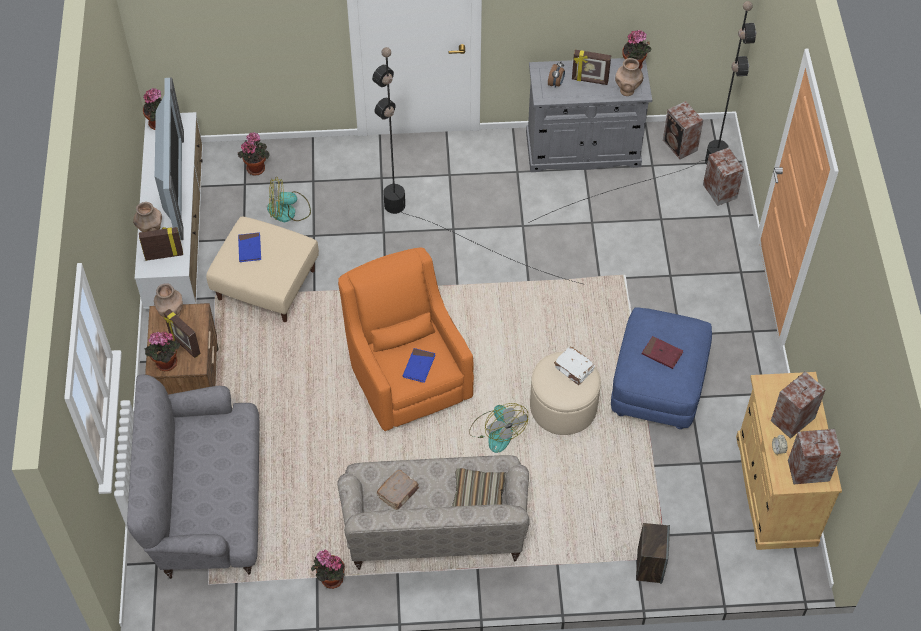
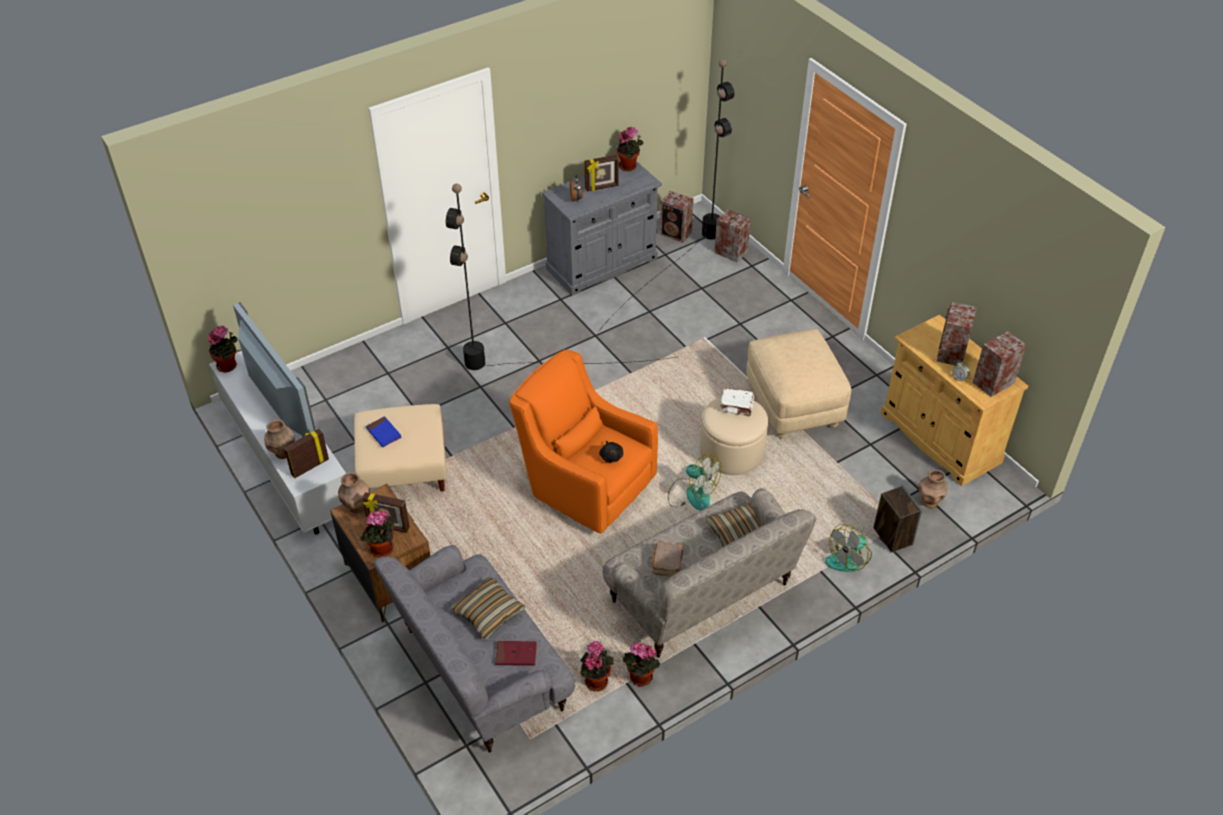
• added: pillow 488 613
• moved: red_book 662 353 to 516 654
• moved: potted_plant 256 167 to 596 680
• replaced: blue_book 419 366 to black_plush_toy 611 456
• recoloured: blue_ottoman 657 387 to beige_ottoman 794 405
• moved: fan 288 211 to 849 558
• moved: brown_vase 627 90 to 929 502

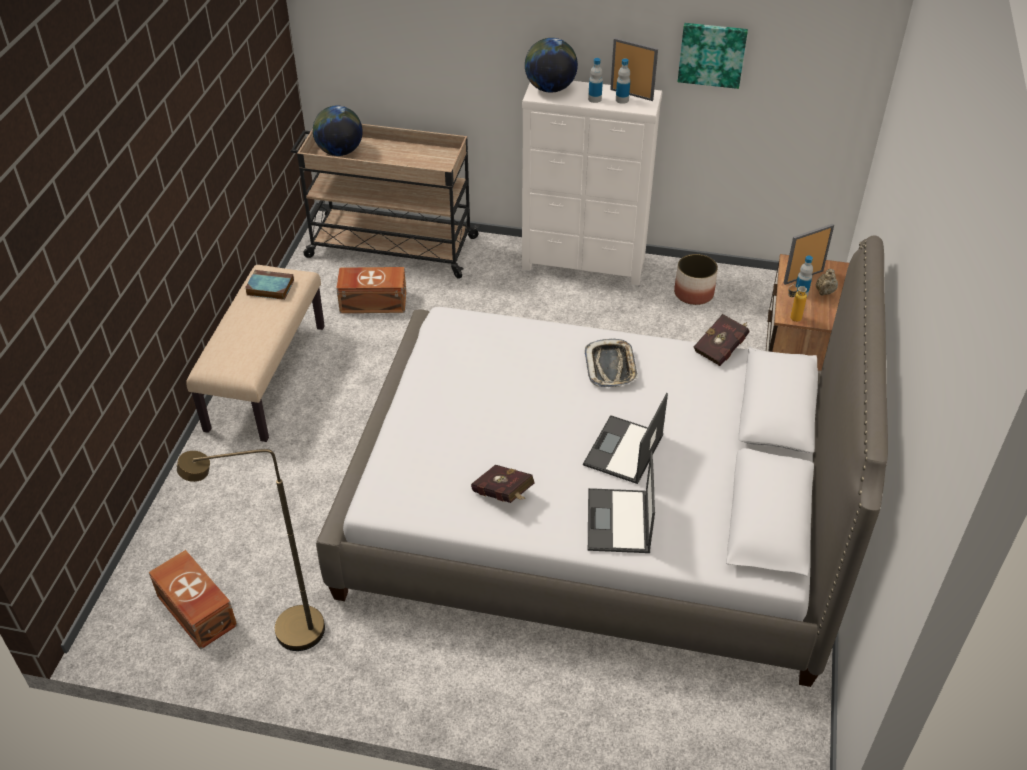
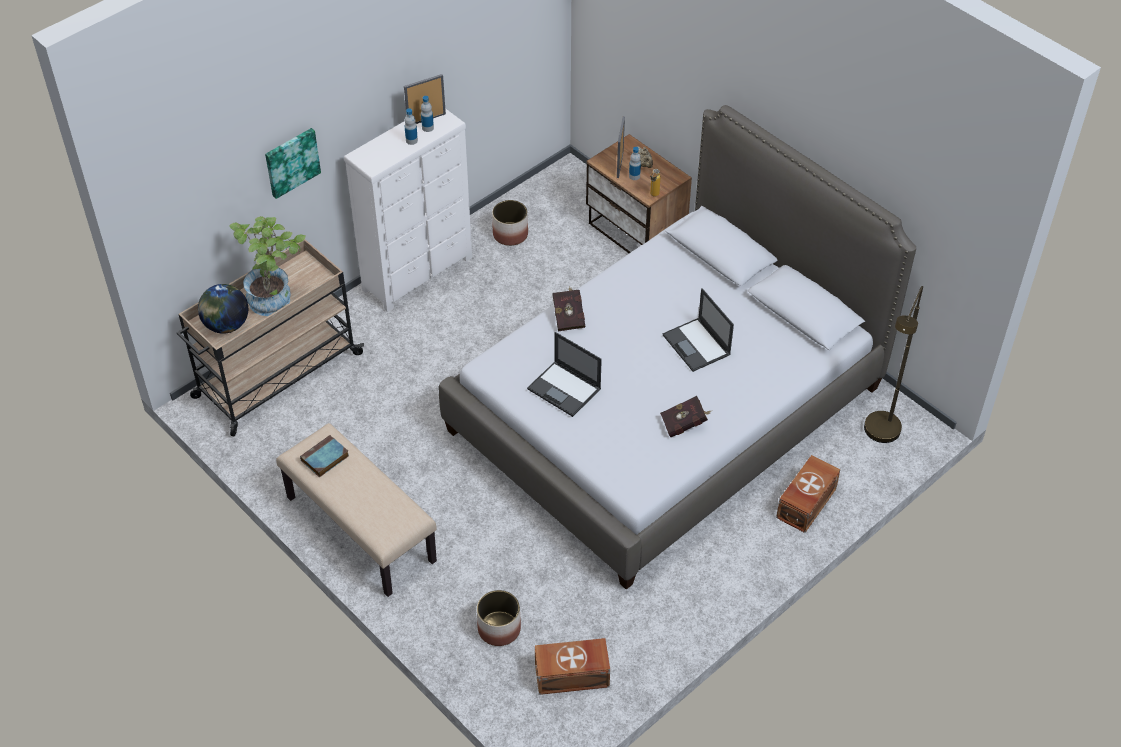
• added: potted_plant 275 298
• moved: picture 712 54 to 291 162
• added: planter 499 629
• moved: laptop 619 522 to 565 389
• moved: red_book 721 349 to 568 316
• moved: brown_storage_box 372 301 to 805 503
• moved: brown_floor_lamp 286 634 to 880 436
• removed: globe 550 88
• removed: tray 611 367

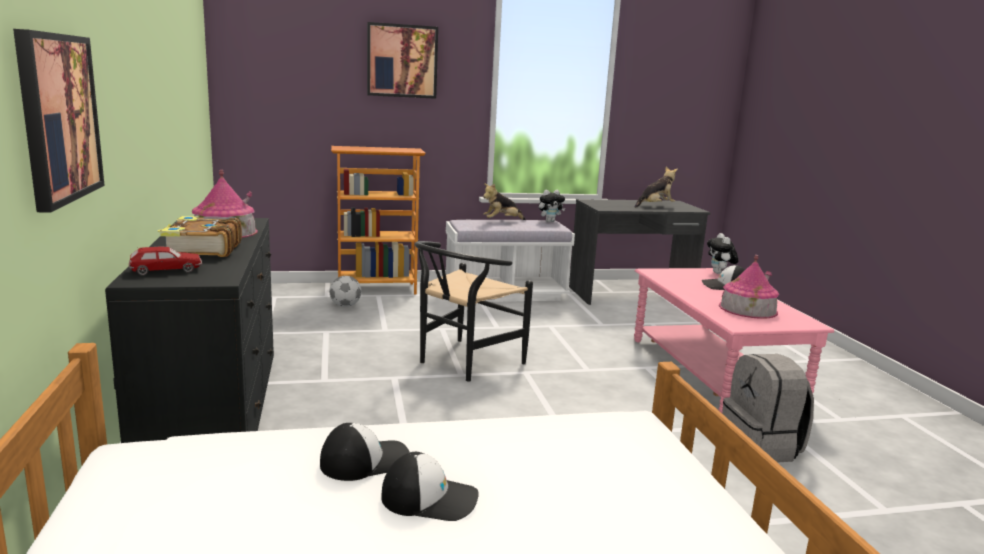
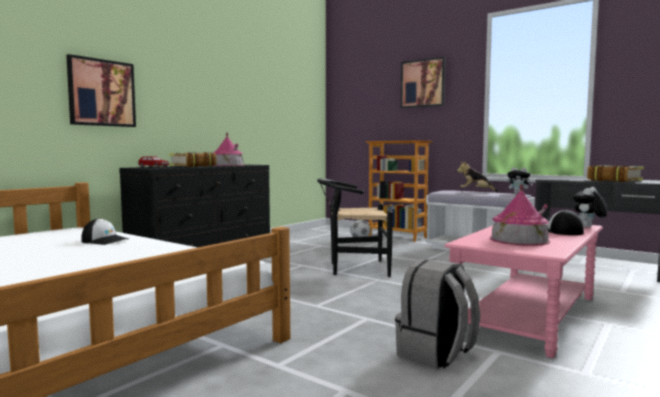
• replaced: plush_toy 655 206 to book 613 180
• removed: cap 430 498

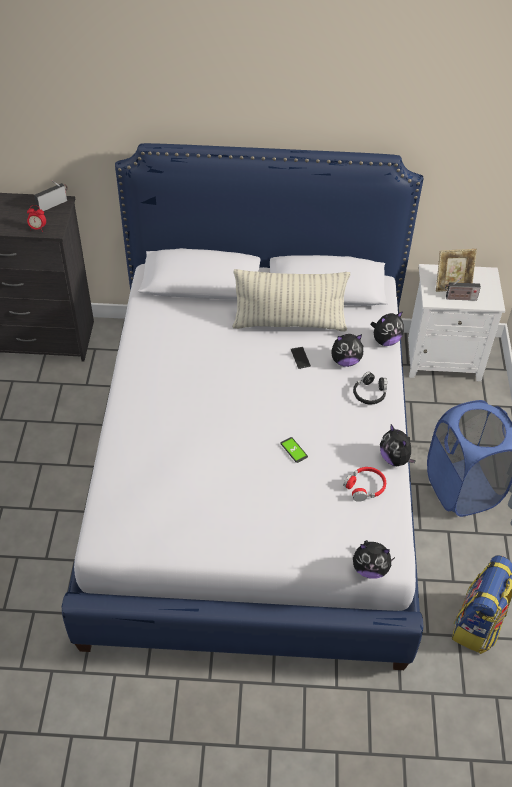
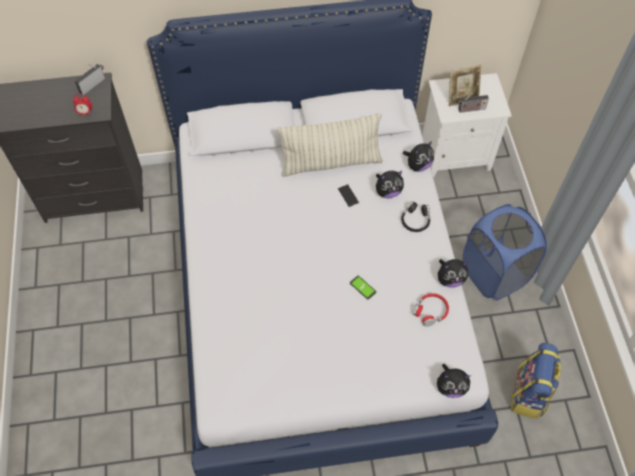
• turned: plush_toy 395 458 = 450 279 60 degrees counterclockwise

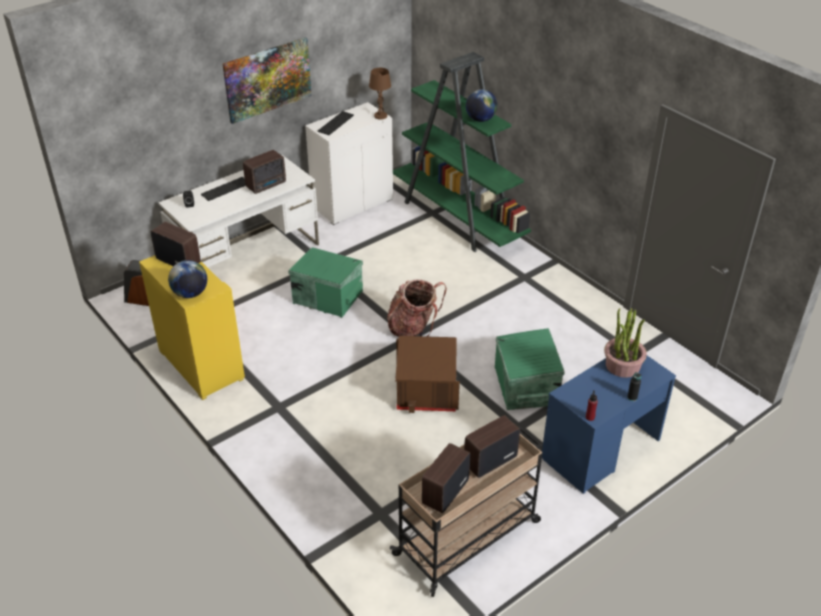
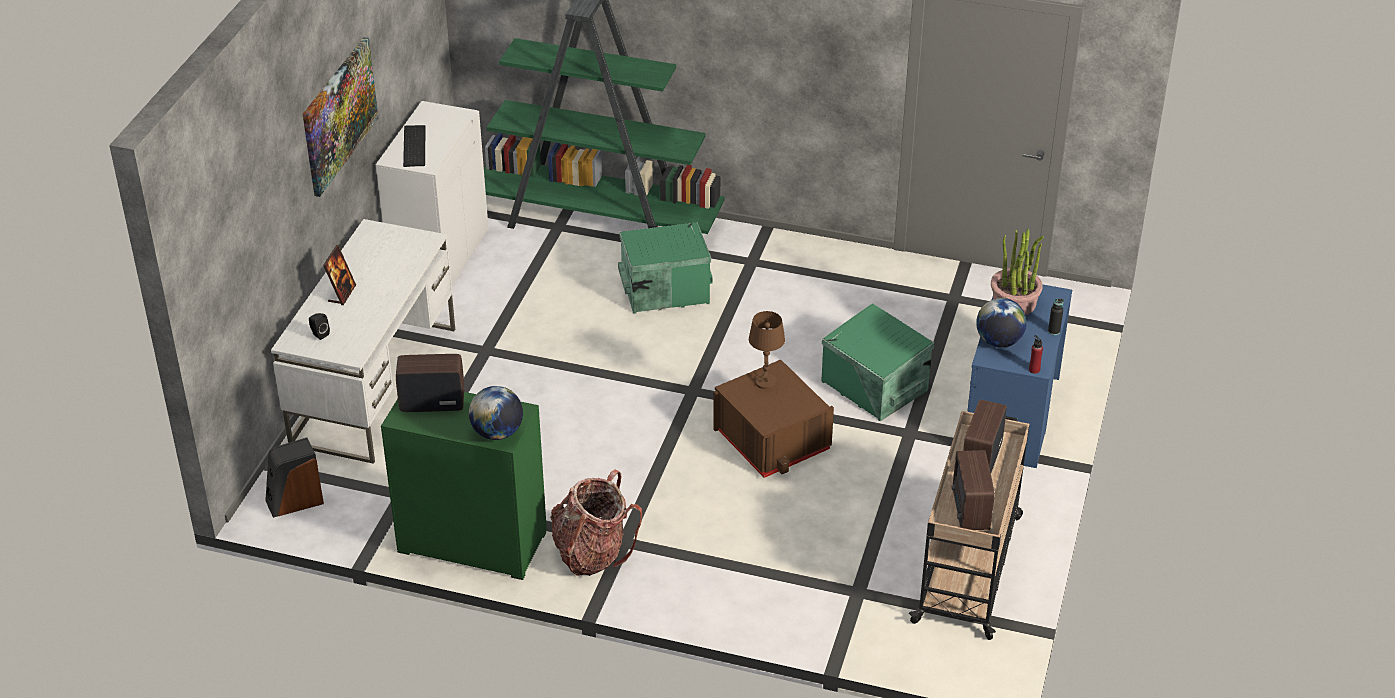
• replaced: keyboard 225 188 to picture_frame 342 294
• recoloured: yellow_cabinet 200 365 to green_cabinet 471 542
• moved: backpack 413 328 to 592 553
• moved: green_storage_box 327 296 to 664 288
• moved: brown_table_lamp 380 116 to 765 382
• moved: globe 480 119 to 999 341
• removed: radio 267 185

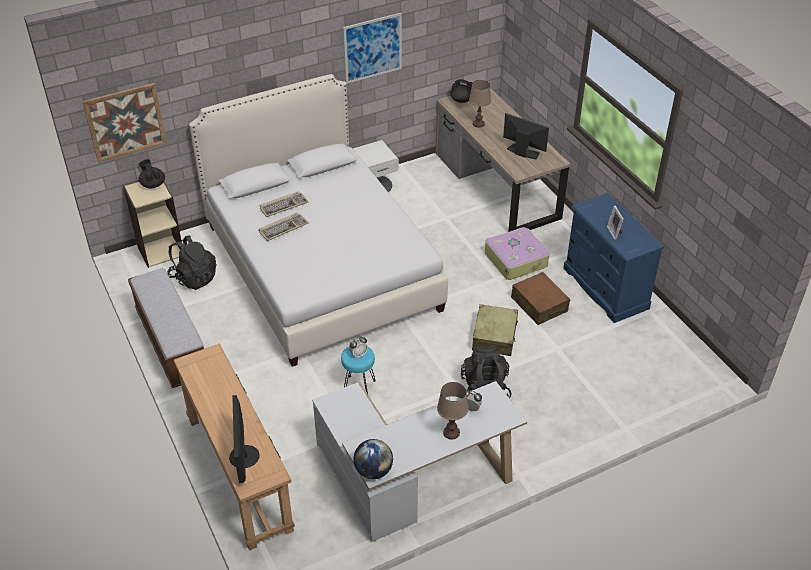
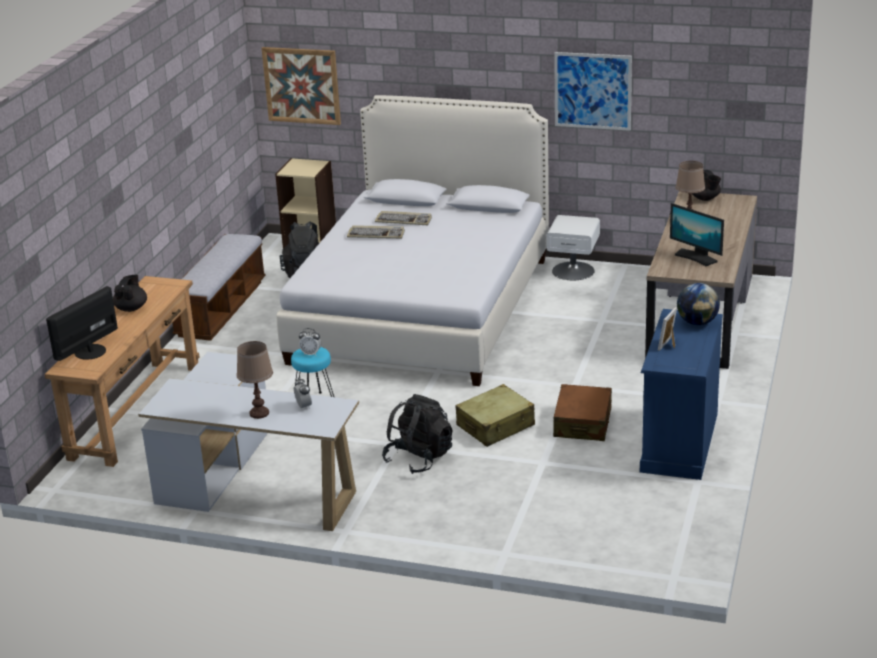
• moved: black_teapot 153 184 to 131 308
• turned: monitor 523 152 = 696 257 150 degrees clockwise
• moved: globe 373 470 to 697 322
• removed: suitcase 516 259

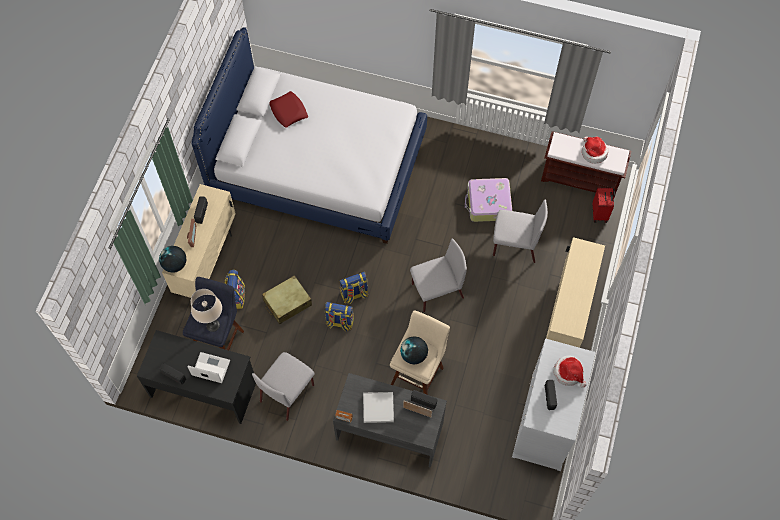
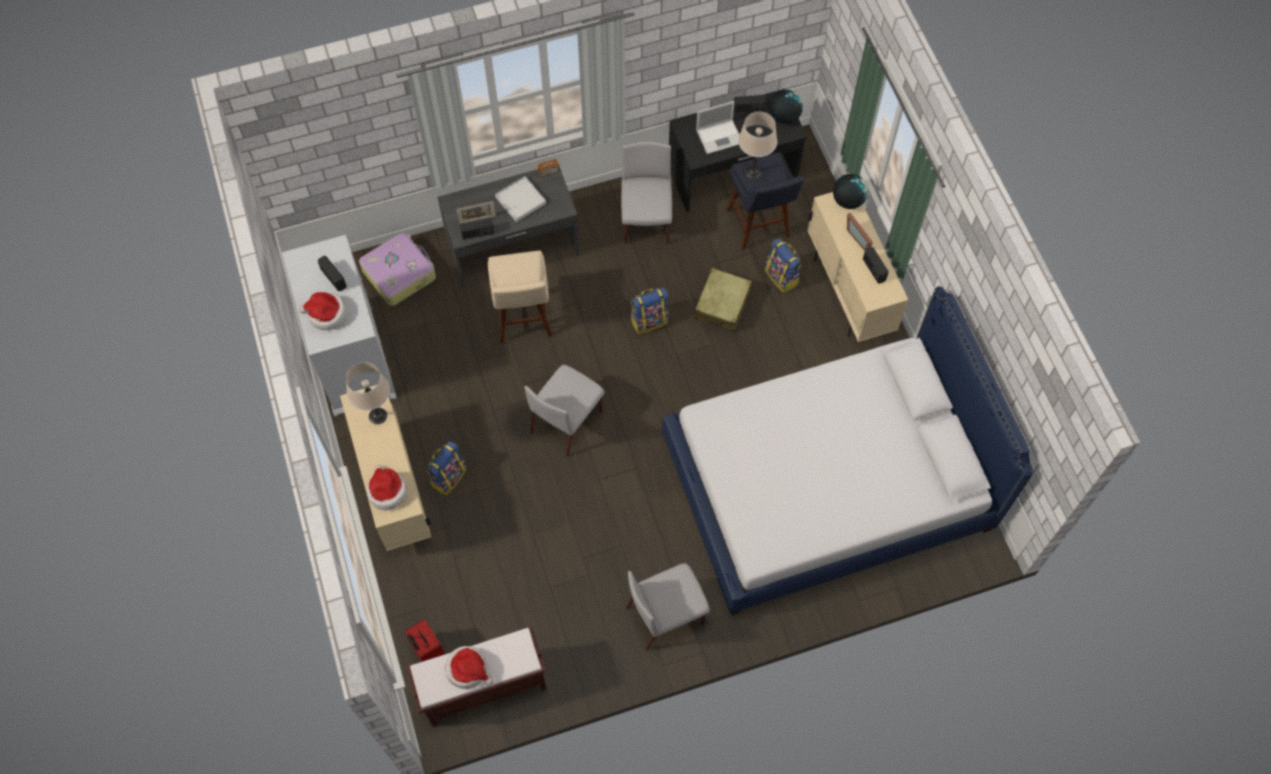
• added: beige_table_lamp 377 416
• moved: suitcase 488 204 to 399 273
• added: hat 387 491
• moved: backpack 354 294 to 448 476
• moved: grey_chair 514 245 to 666 615
• moved: globe 414 355 to 784 117
• removed: red_pillow 288 111

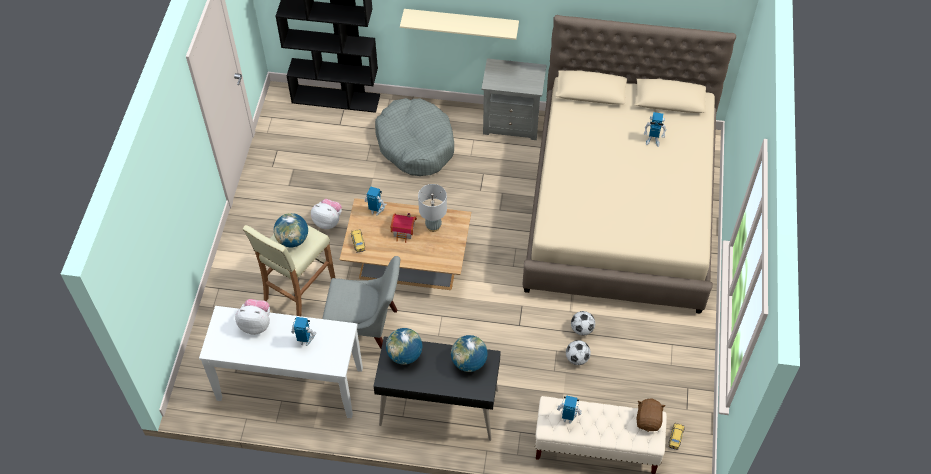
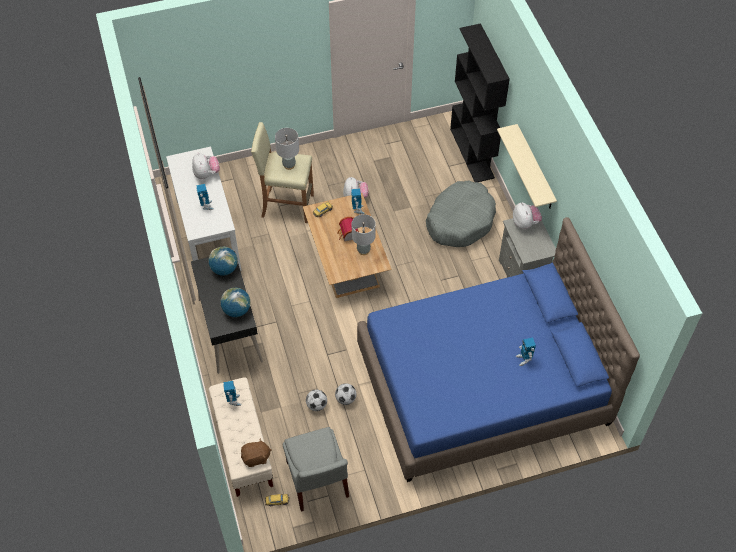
• replaced: globe 293 240 to grey_table_lamp 289 165
• moved: grey_chair 366 330 to 317 482
• recoloured: beige_bed 620 208 to blue_bed 482 385
• added: plush_toy 525 223

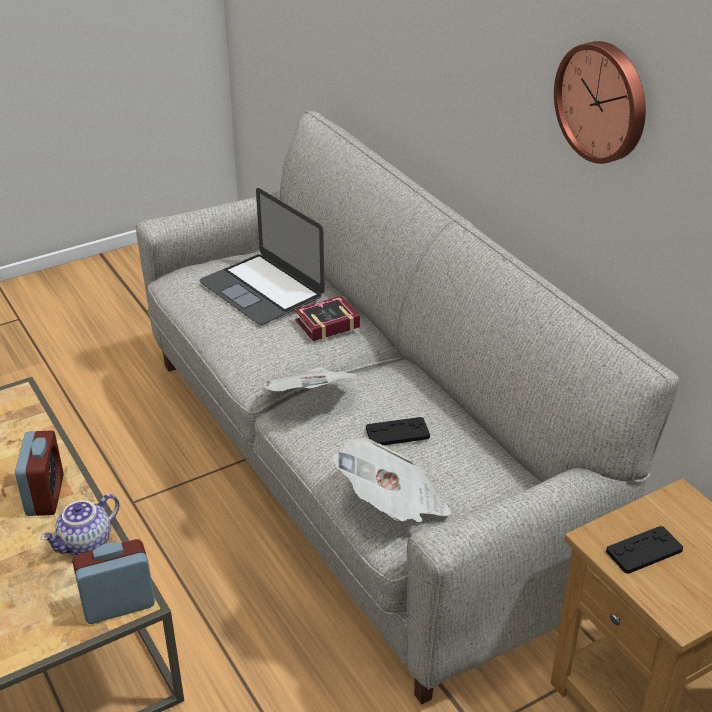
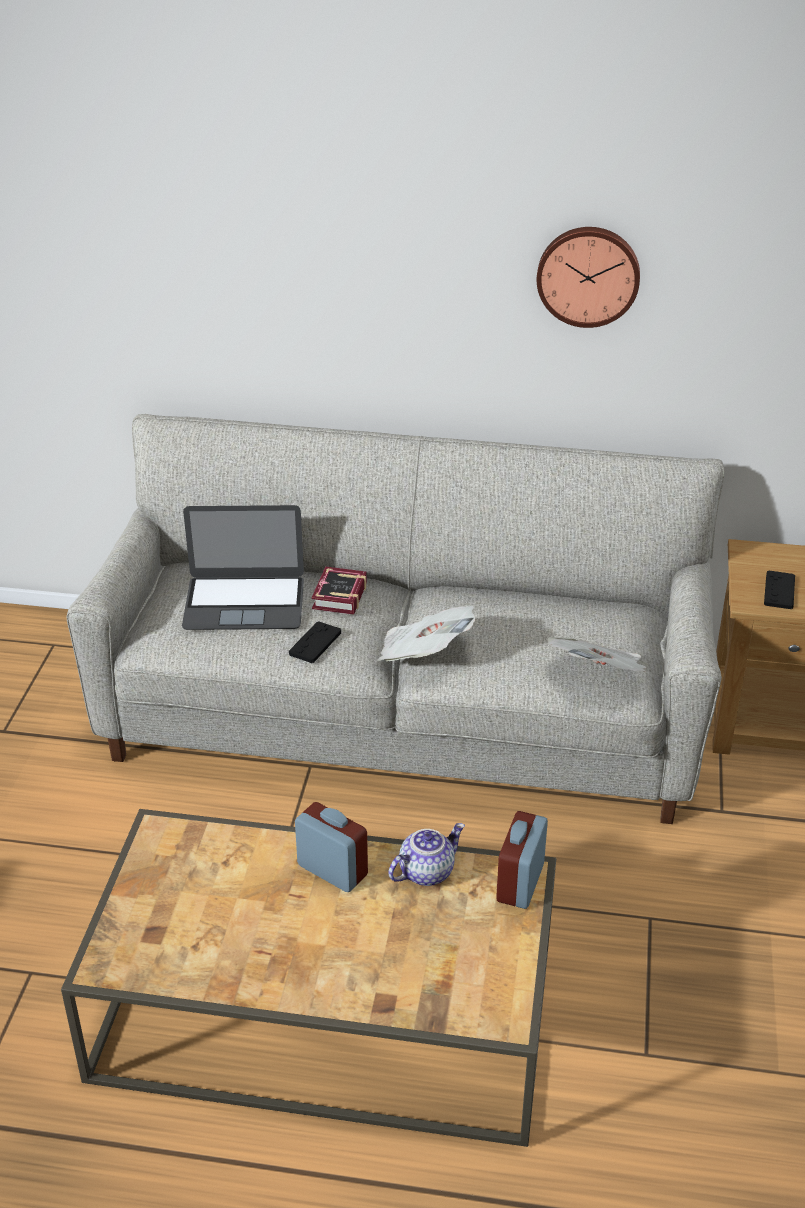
• moved: black_game_controller 397 433 to 315 643
• turned: teapot 86 544 = 426 871 120 degrees counterclockwise

